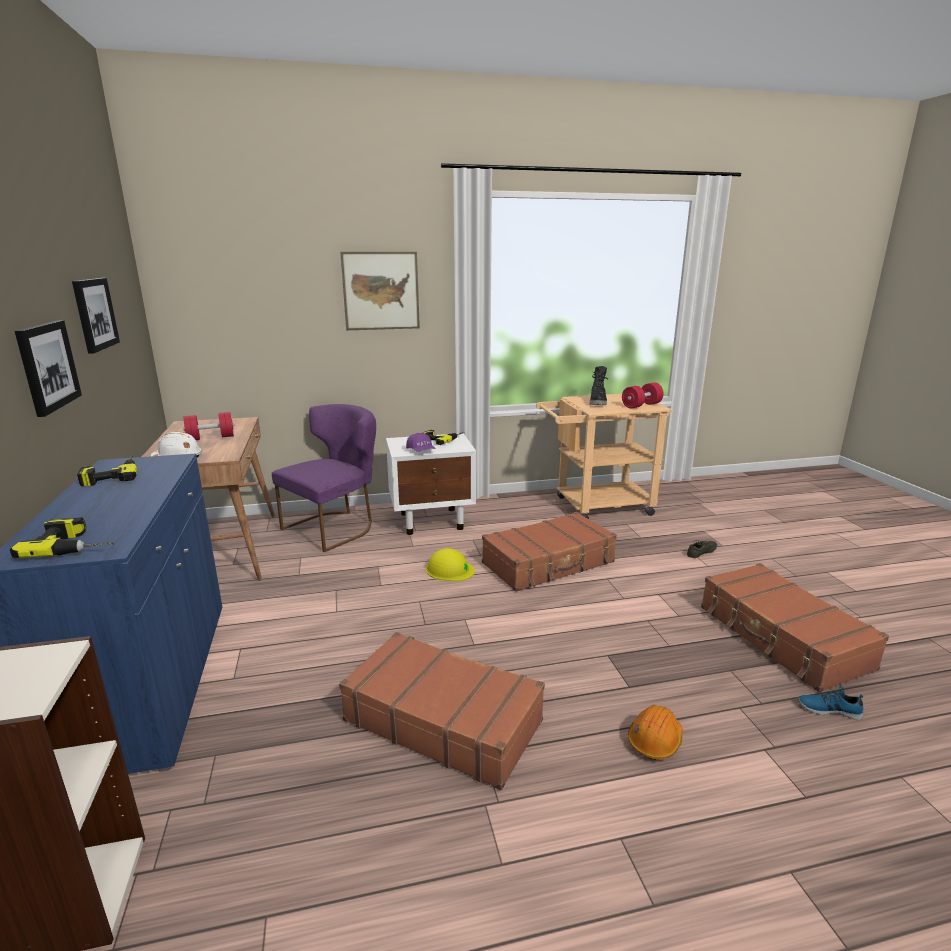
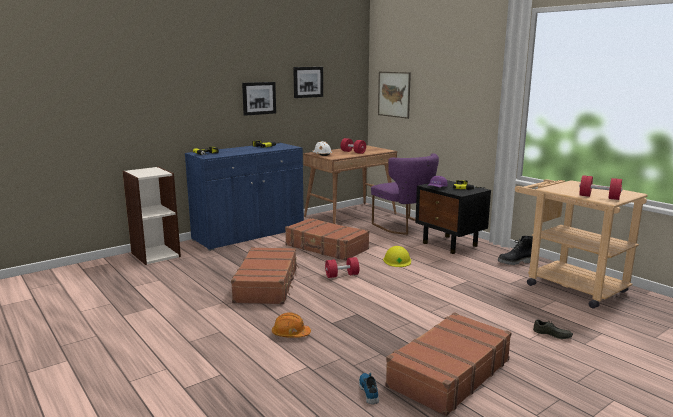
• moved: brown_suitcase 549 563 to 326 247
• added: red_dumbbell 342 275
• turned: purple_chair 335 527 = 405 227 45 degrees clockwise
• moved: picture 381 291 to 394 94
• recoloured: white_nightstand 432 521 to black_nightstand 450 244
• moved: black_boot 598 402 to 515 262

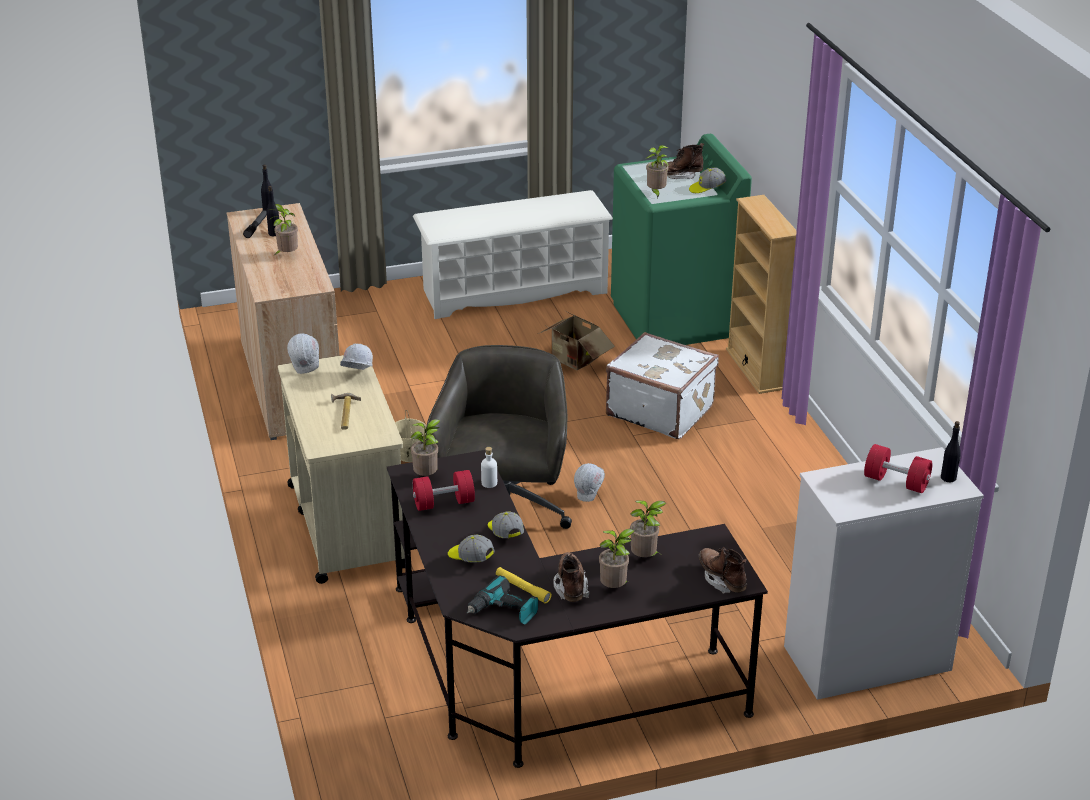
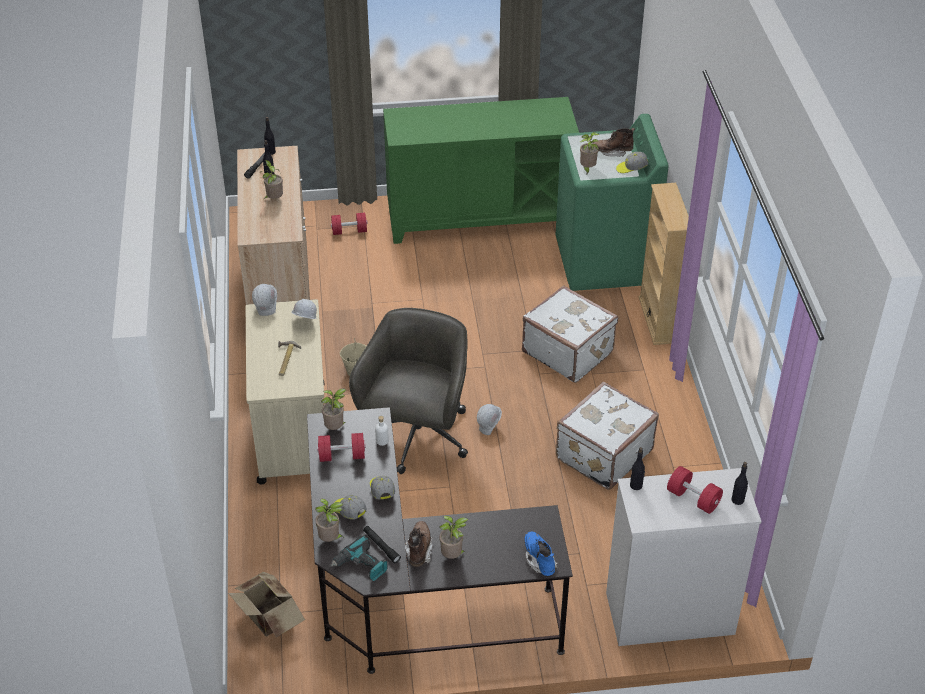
• moved: cardboard_box 573 361 to 268 620
• moved: potted_plant 645 558 to 330 539
• added: red_dumbbell 349 231
• recoloured: yellow_flashlight 522 589 to black_flashlight 381 546
• replaced: white_shoe_rack 514 291 to green_cabinet 479 218
• recoloured: brown_boot 722 579 to blue_boot 539 559
• added: white_suitcase 602 454
• added: black_bottle 636 485

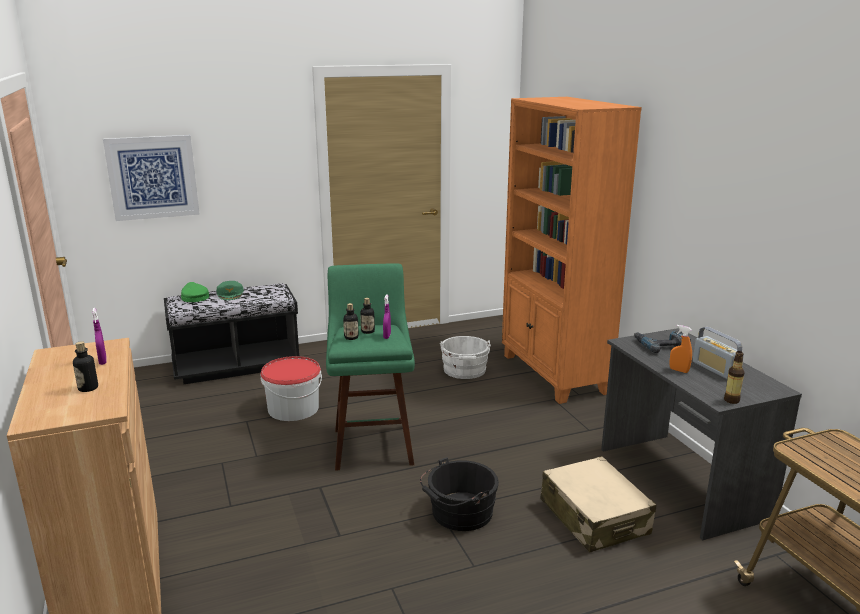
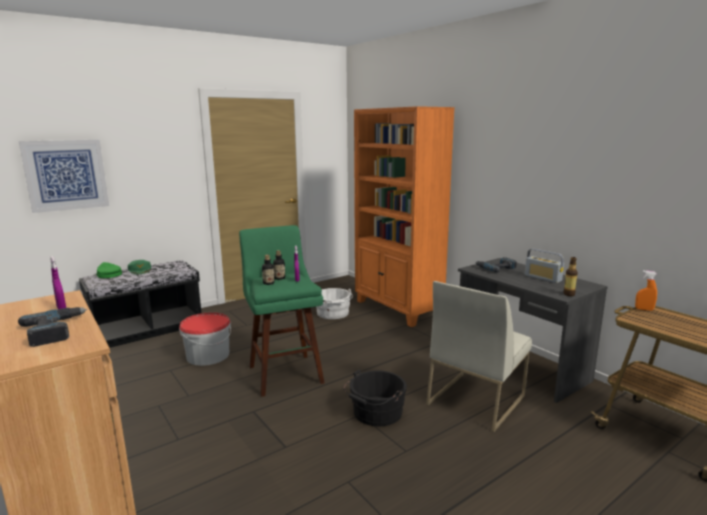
• replaced: bottle 88 388 to power_drill 55 330
• replaced: beige_suitcase 594 517 to white_chair 475 399
• moved: orange_spray_bottle 679 370 to 644 309

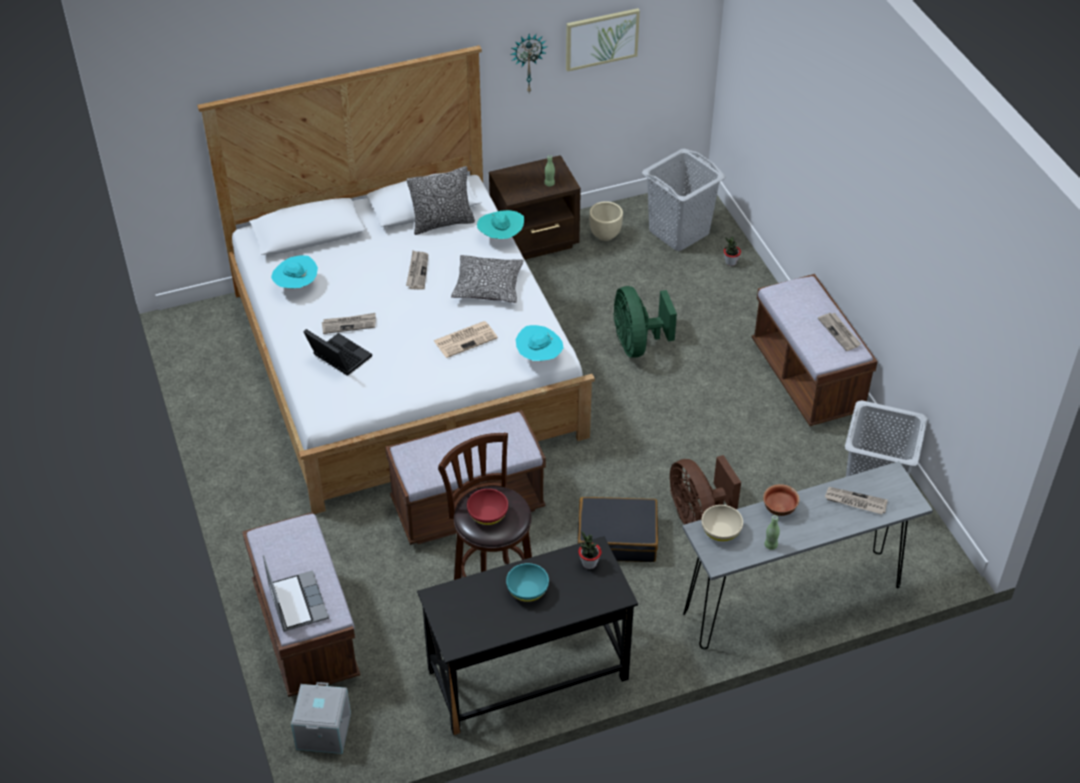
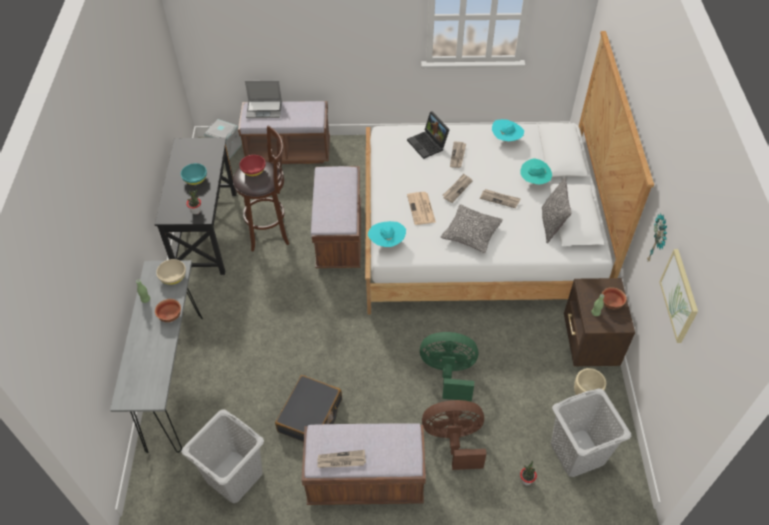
• moved: black_suitcase 617 537 to 310 415
• turned: laptop 337 357 = 428 144 90 degrees clockwise
• moved: brown_fan 698 517 to 454 440
• moved: newspaper 855 502 to 457 189
• moved: turquoise_hat 501 238 to 534 182
• added: bowl 611 303

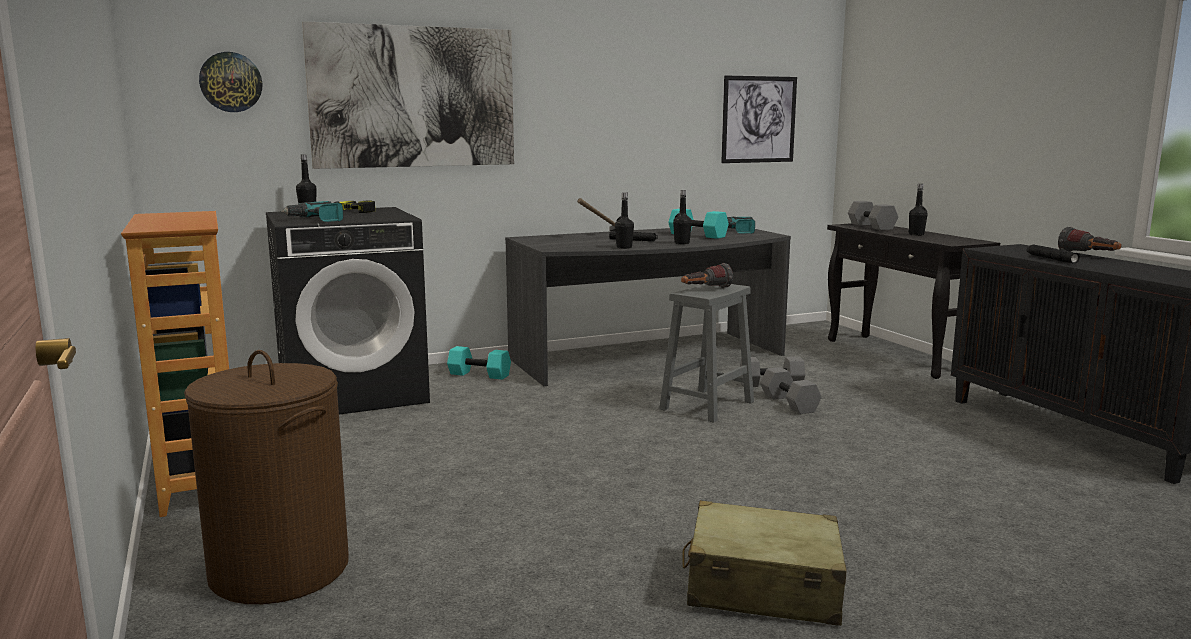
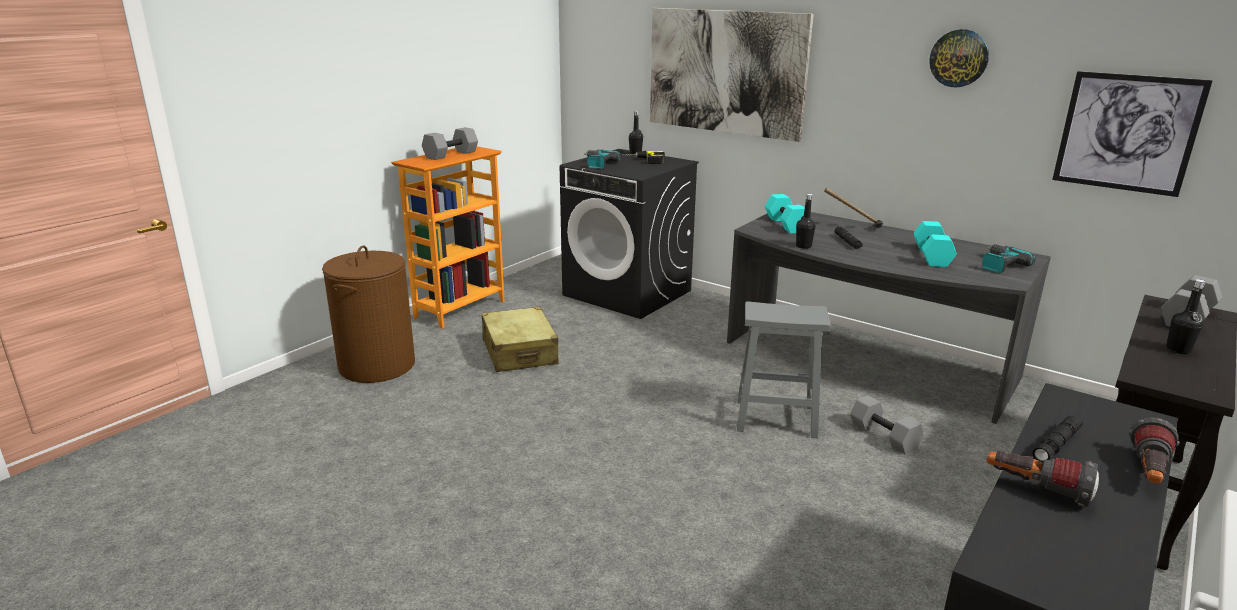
• moved: grey_dumbbell 788 403 to 451 154
• moved: beige_suitcase 762 587 to 519 352
• moved: turquoise_dumbbell 478 375 to 784 225
• moved: wall_clock 231 82 to 959 58
• moved: flashlight 705 290 to 1035 490
• removed: black_bottle 682 243

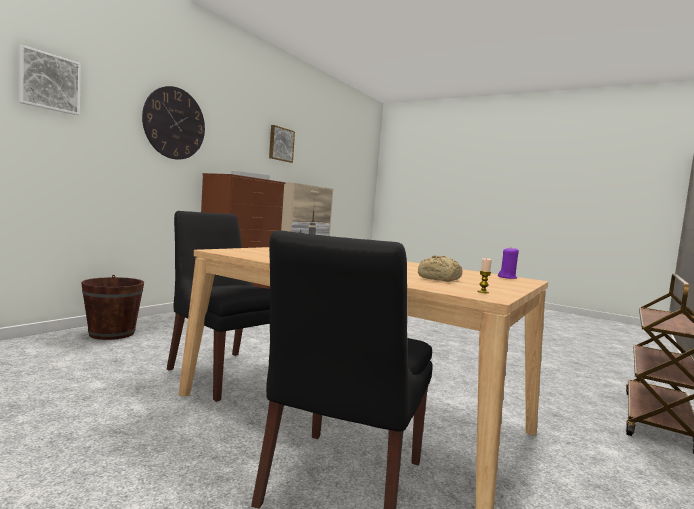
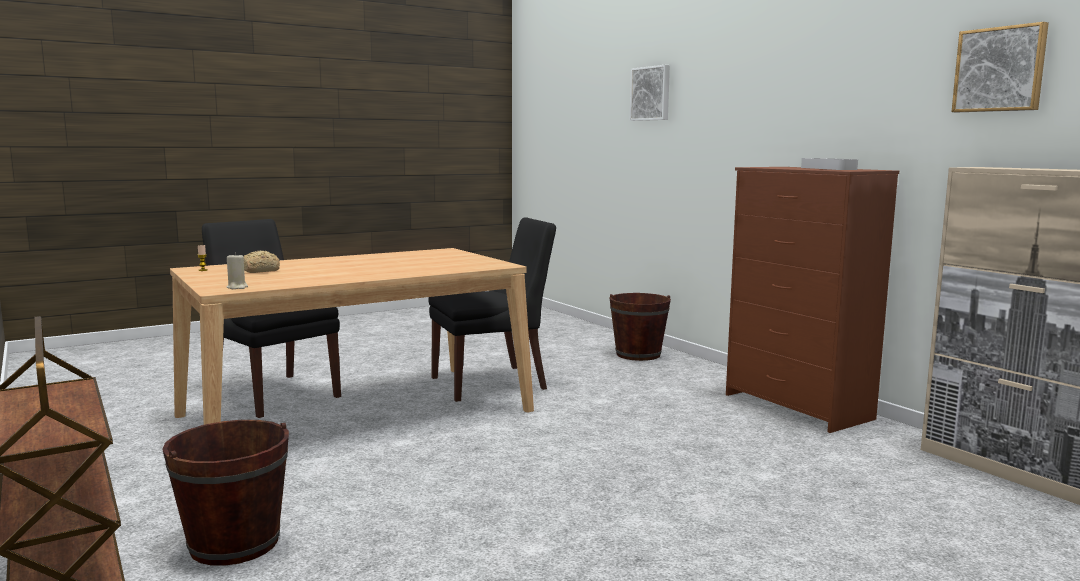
• added: brown_bucket 234 543
• recoloured: purple_candle 507 277 to beige_candle 237 287
• removed: wall_clock 174 123

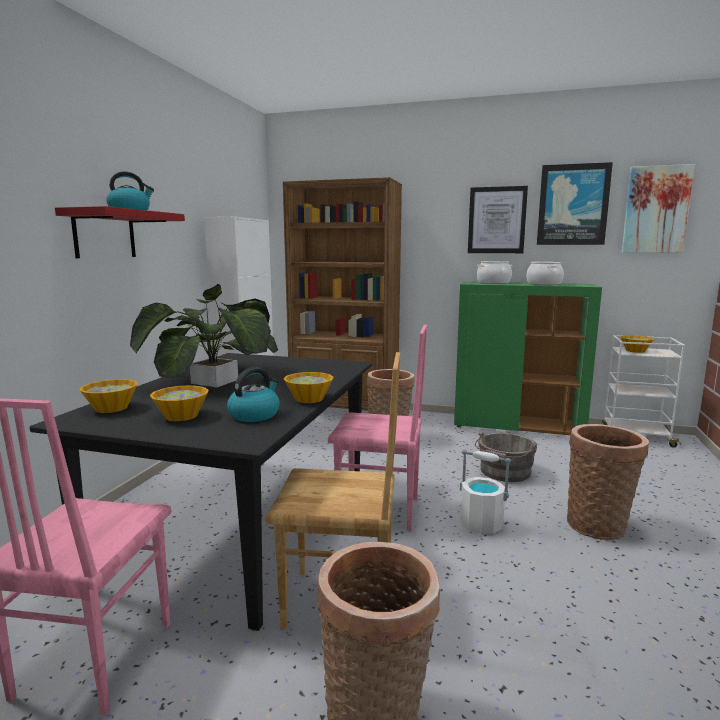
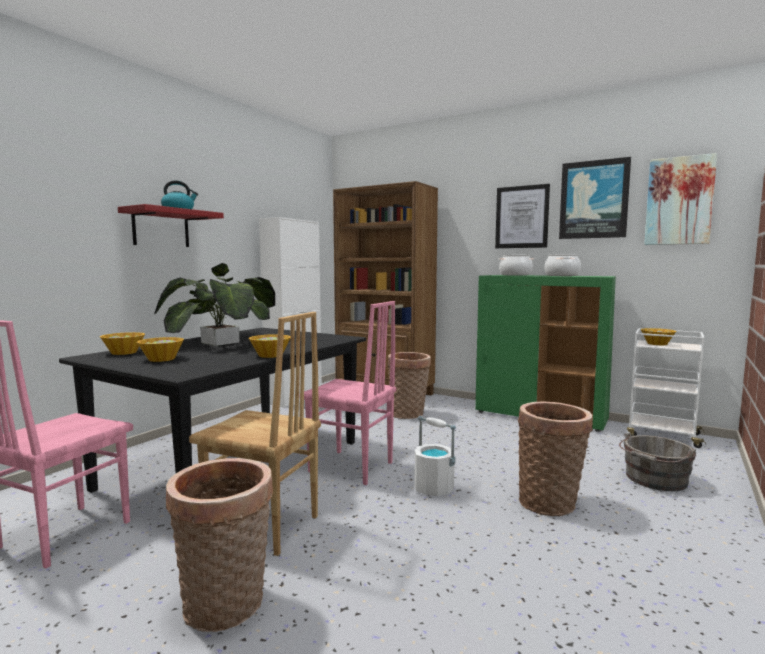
• moved: grey_bucket 504 472 to 654 480
• removed: kettle 254 415

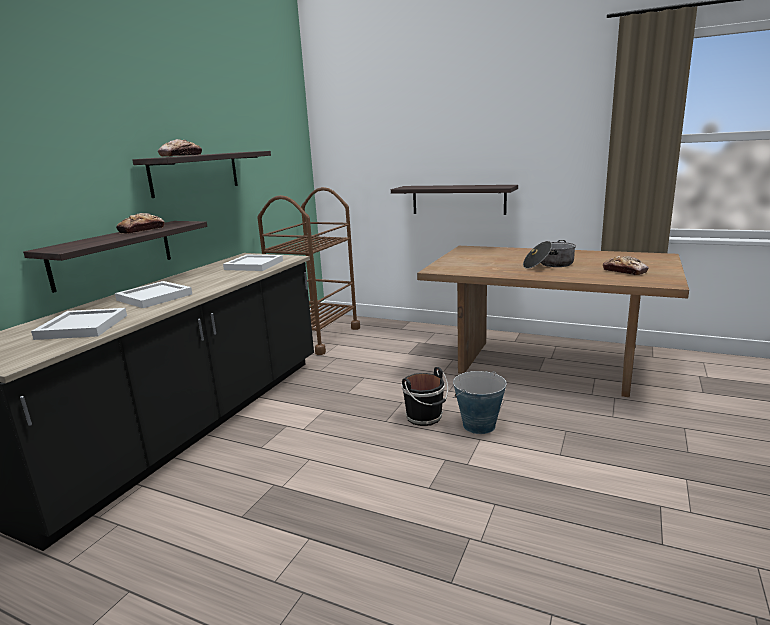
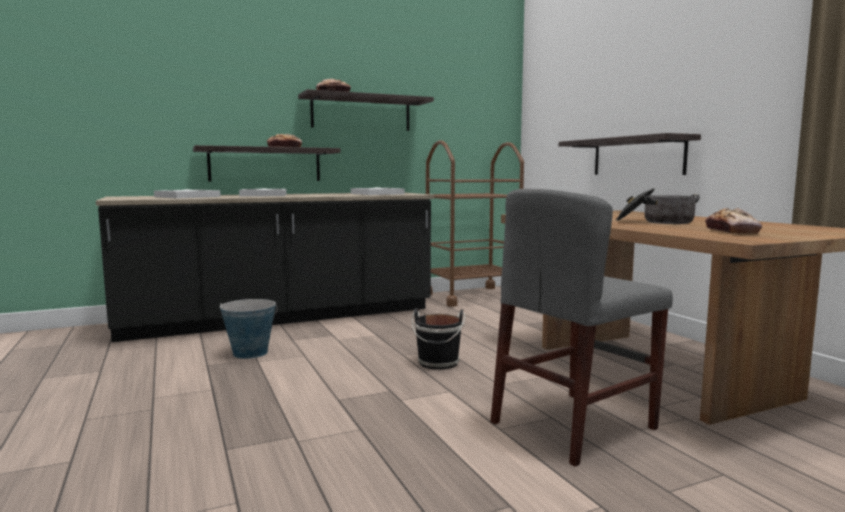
• moved: bucket 478 425 to 250 353
• added: grey_chair 573 425

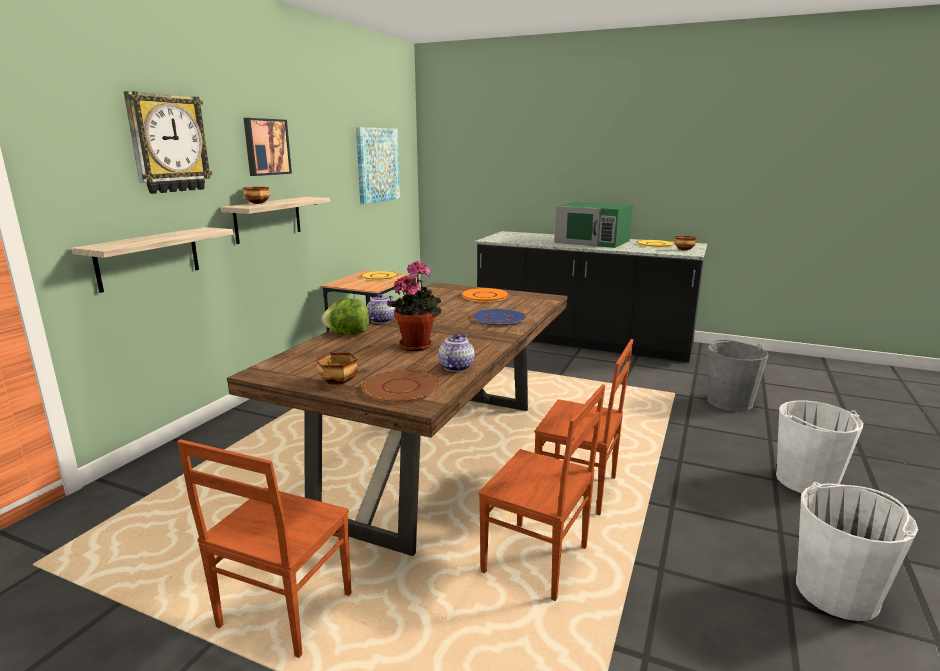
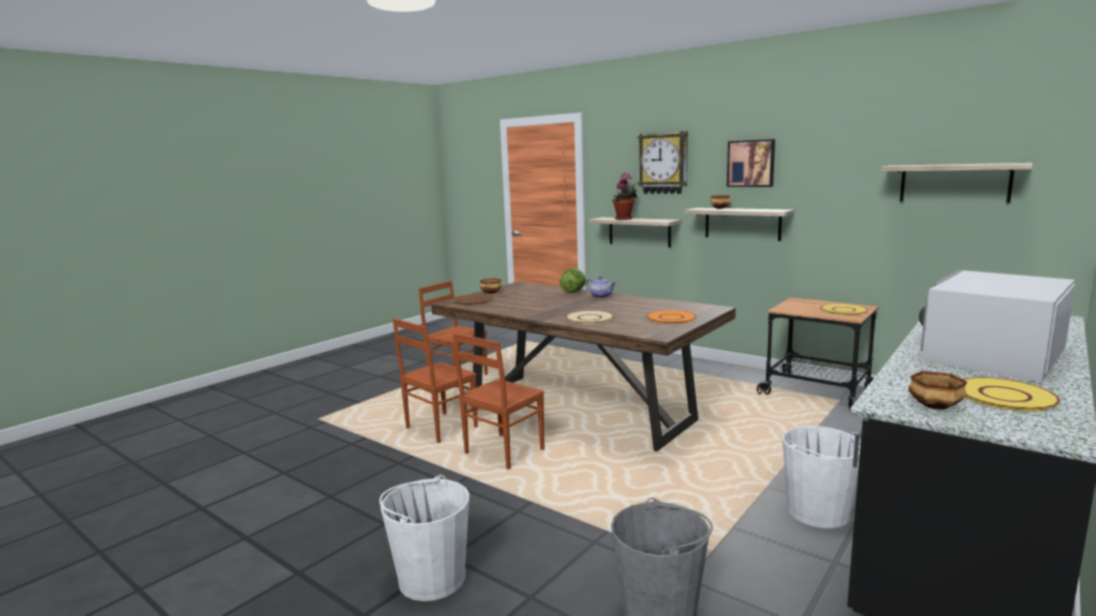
• recoloured: blue_plate 498 318 to beige_plate 589 318
• moved: potted_plant 417 345 to 625 219
• moved: white_bucket 837 592 to 818 512
• replaced: picture 377 165 to shelf 954 183
• recoloured: green_microwave 592 242 to white_microwave 991 355
• removed: teapot 456 367

